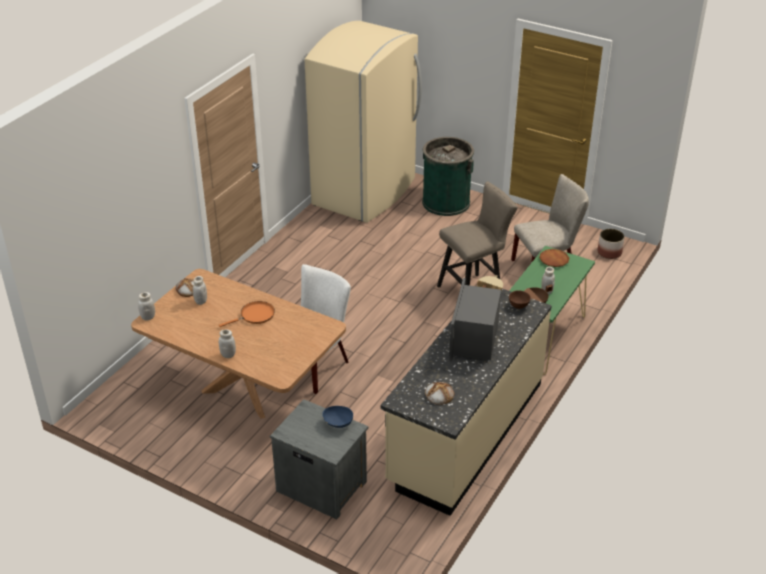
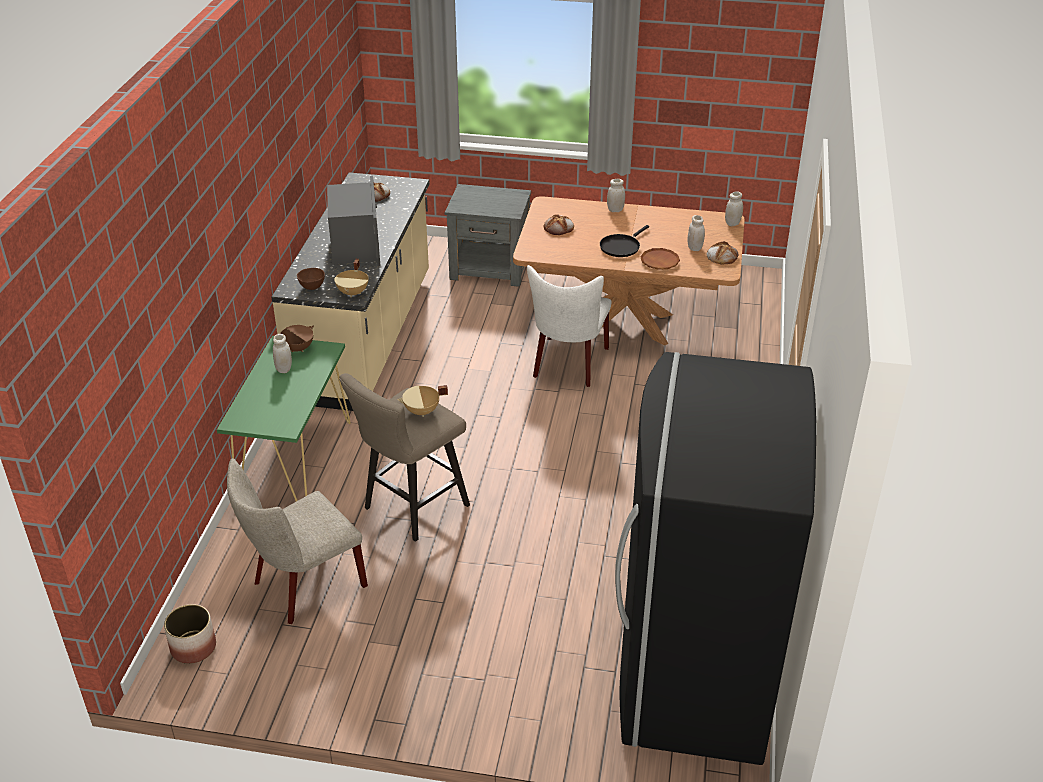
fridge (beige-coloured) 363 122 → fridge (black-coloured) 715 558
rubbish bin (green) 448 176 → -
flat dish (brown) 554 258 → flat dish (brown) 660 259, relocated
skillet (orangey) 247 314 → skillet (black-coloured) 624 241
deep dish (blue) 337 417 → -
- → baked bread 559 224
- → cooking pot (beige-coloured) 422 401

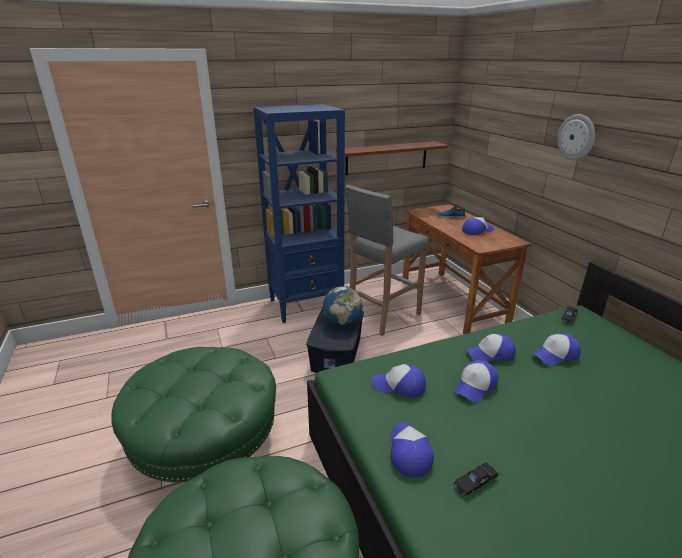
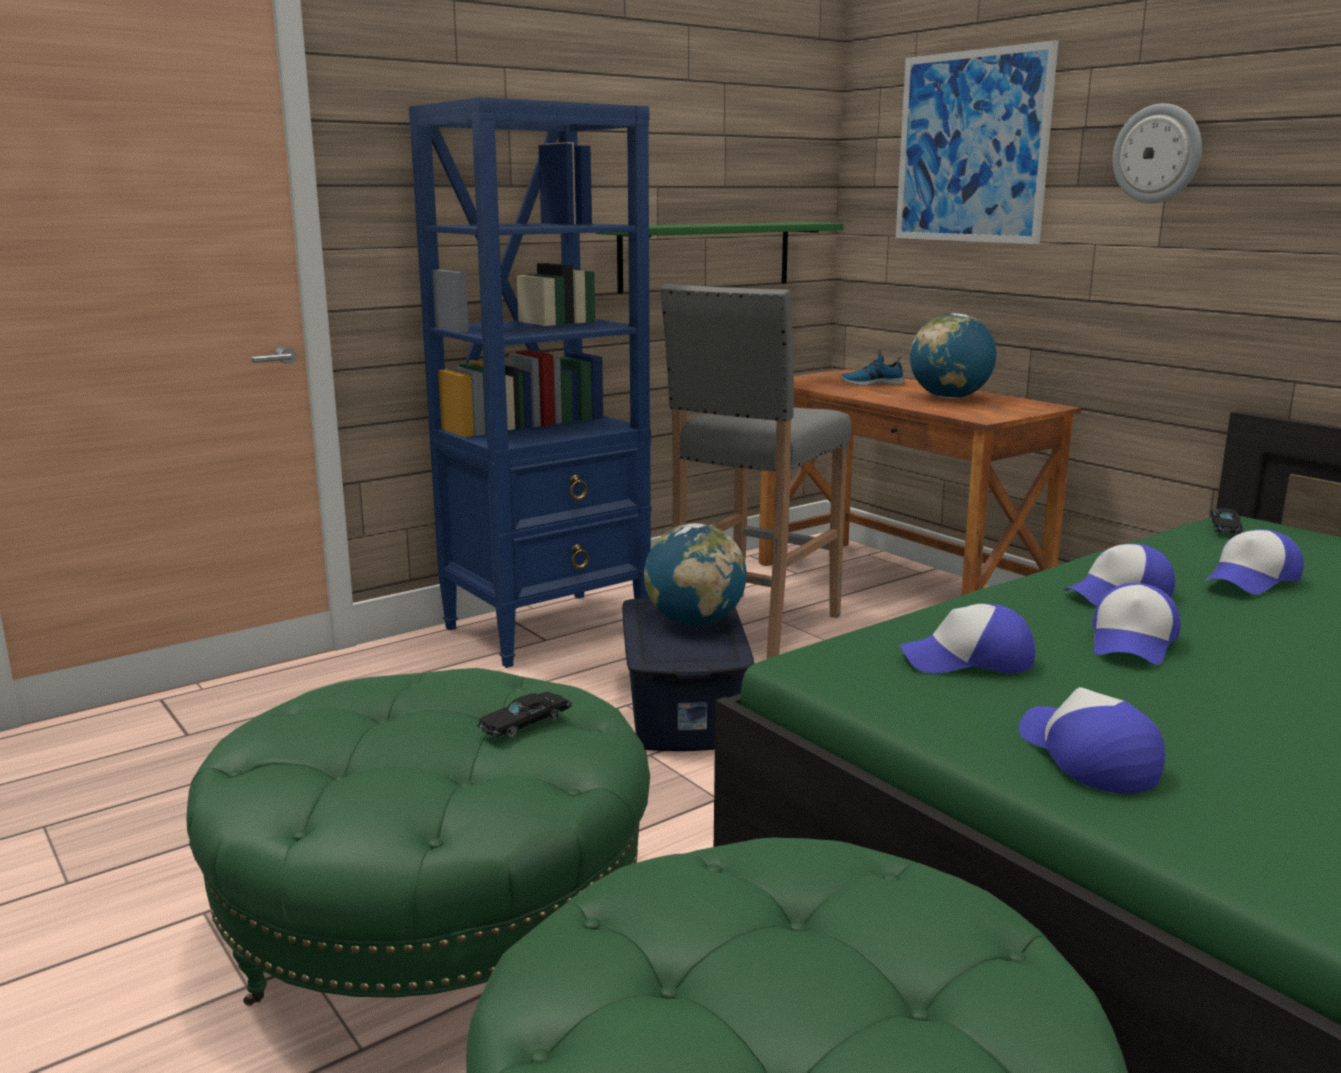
bracket shelf (brown) 392 158 → bracket shelf (green) 720 258
peaked cap 478 226 → world globe 953 356
model car (black-coloured) 476 479 → model car (black-coloured) 524 714, relocated
- → wall art 977 142

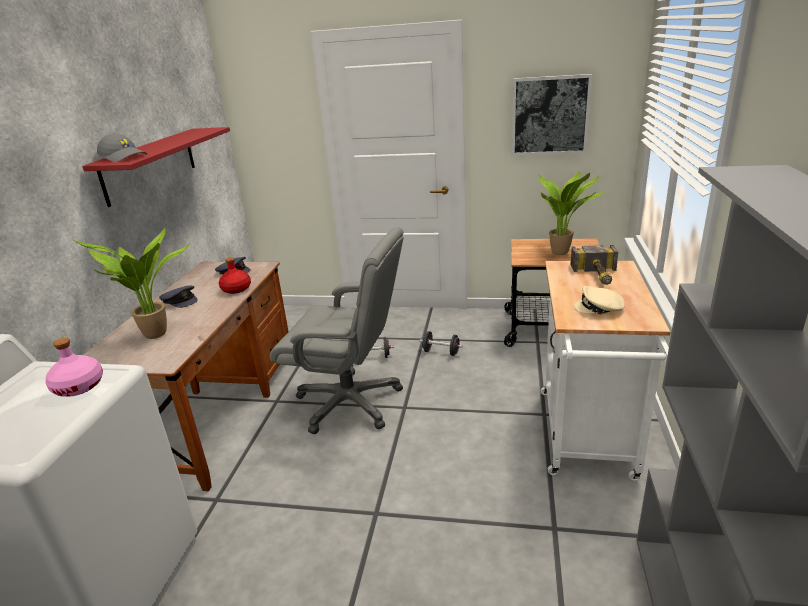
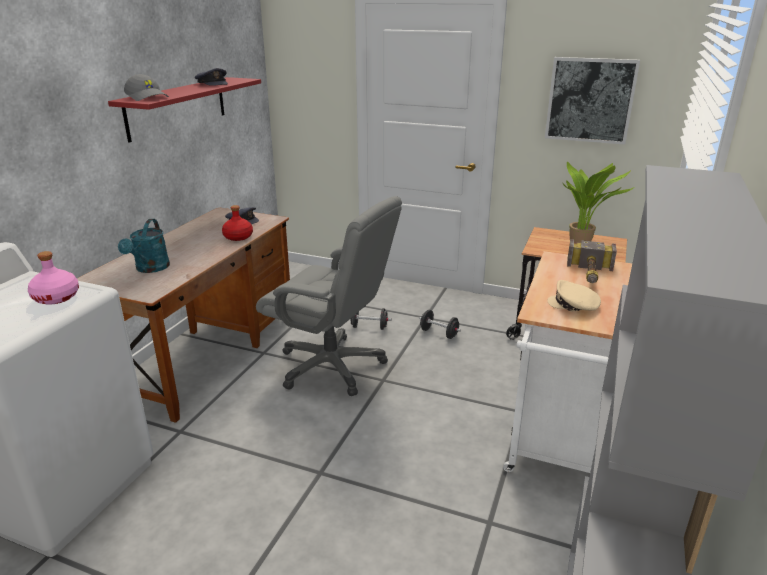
plant in a pot 130 283 → sprinkling can (blue-green) 144 246
peaked cap (gray) 178 297 → peaked cap (gray) 211 77, relocated

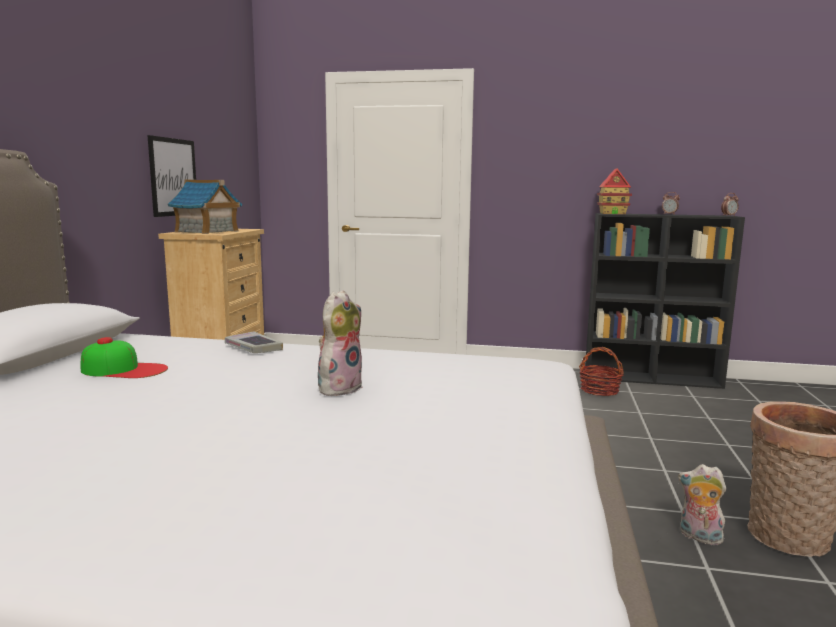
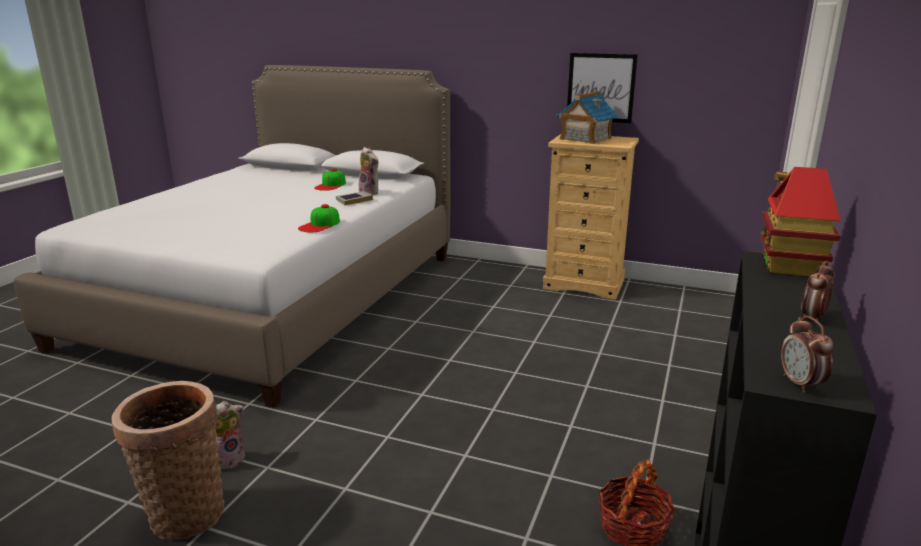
soft toy 340 343 → soft toy 369 171, relocated
- → peaked cap 319 218

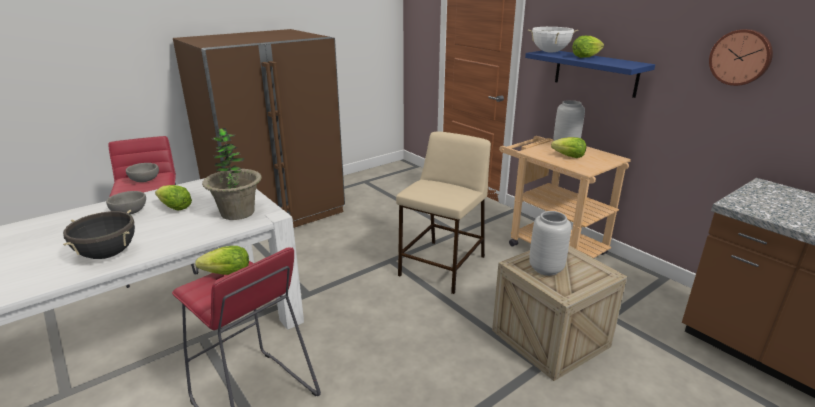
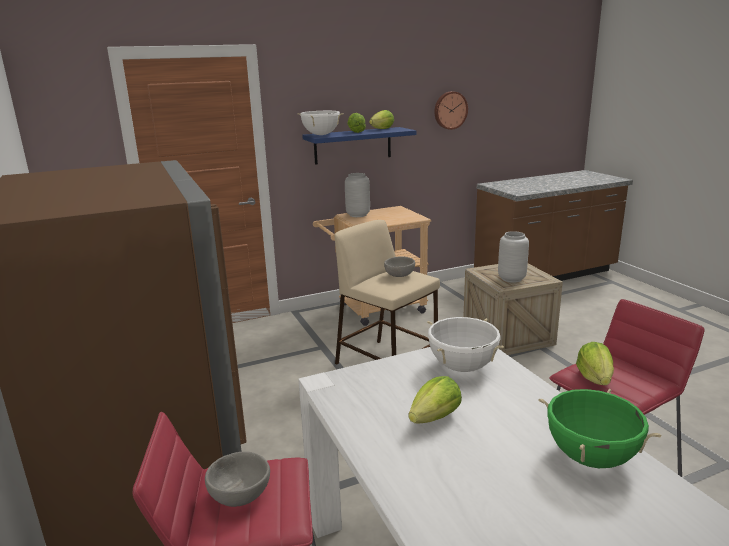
plant in a pot 232 174 → cooking pot (white-coloured) 465 344
lettuce 568 147 → lettuce 381 119, relocated
deep dish (gray) 126 203 → deep dish (gray) 399 267, relocated
cooking pot (black-coloured) 99 234 → cooking pot (green) 600 428

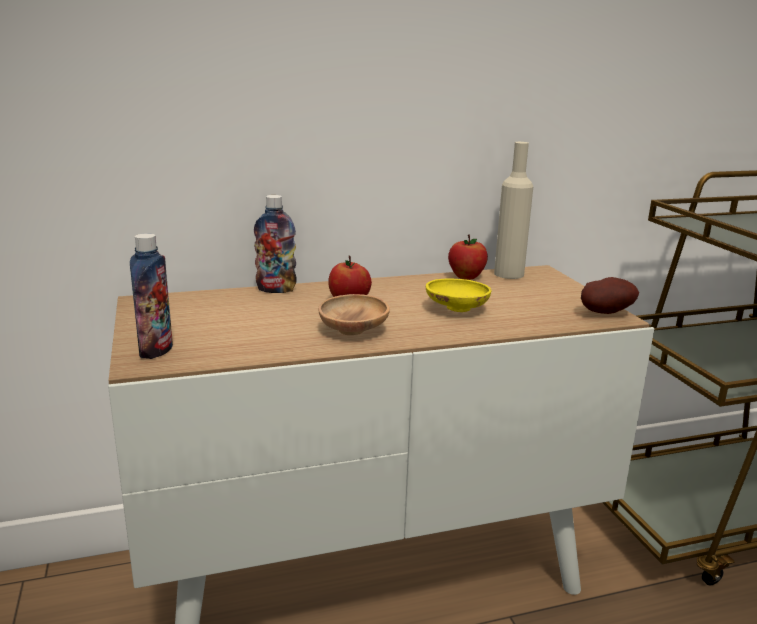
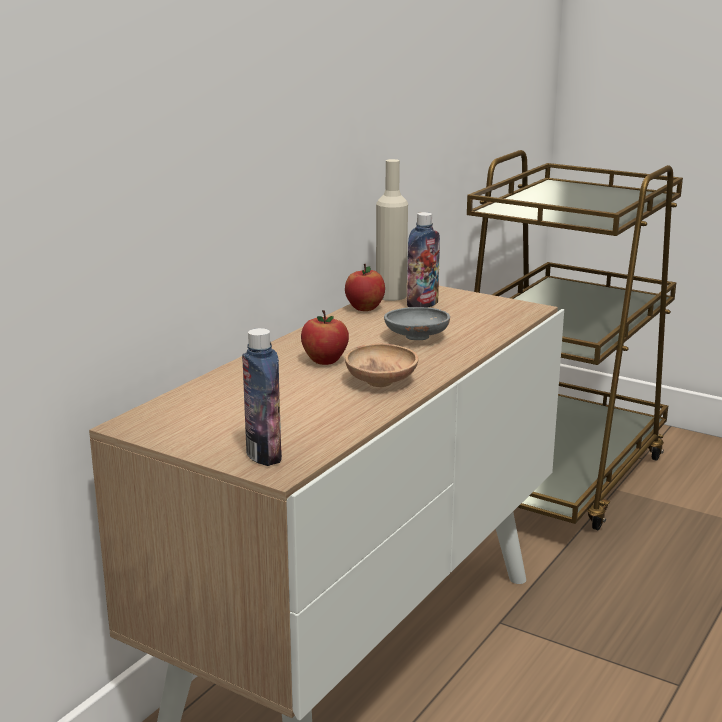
beverage bottle 275 244 → beverage bottle 423 260, relocated
whole potato 610 295 → -
deep dish (yellow-coloured) 458 295 → deep dish (gray) 417 323

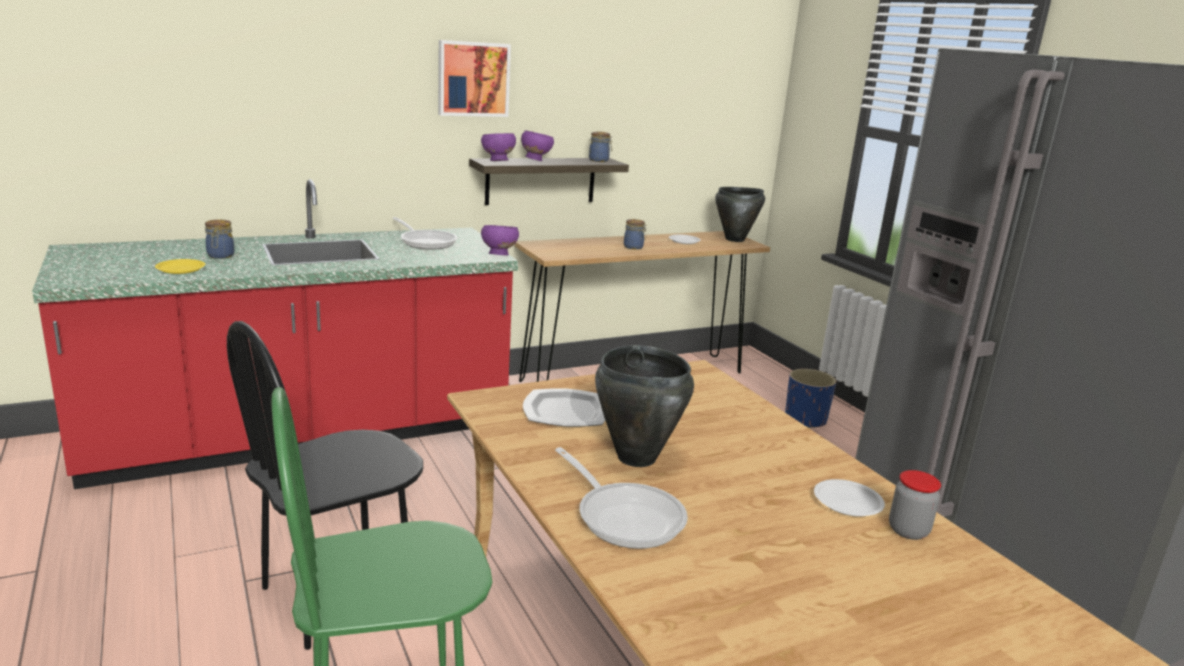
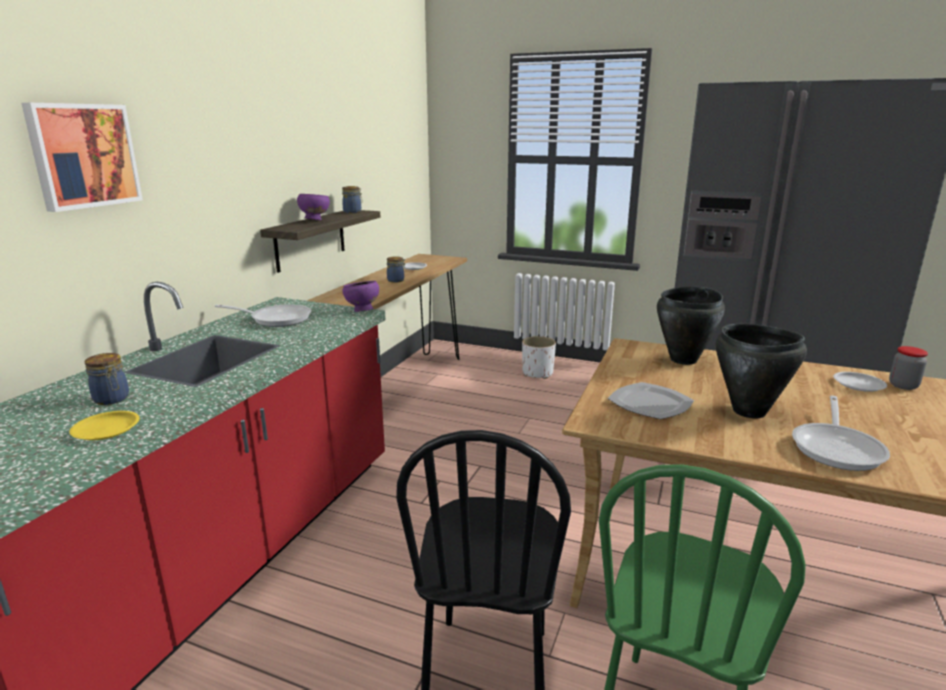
wall art 474 78 → wall art 82 157, relocated
deep dish (purple-coloured) 498 147 → -
cooking pot (black-coloured) 740 214 → cooking pot (black-coloured) 691 325, relocated
plant pot (blue) 810 398 → plant pot (white-coloured) 539 357
skillet 621 498 → skillet 841 433, 105 degrees clockwise

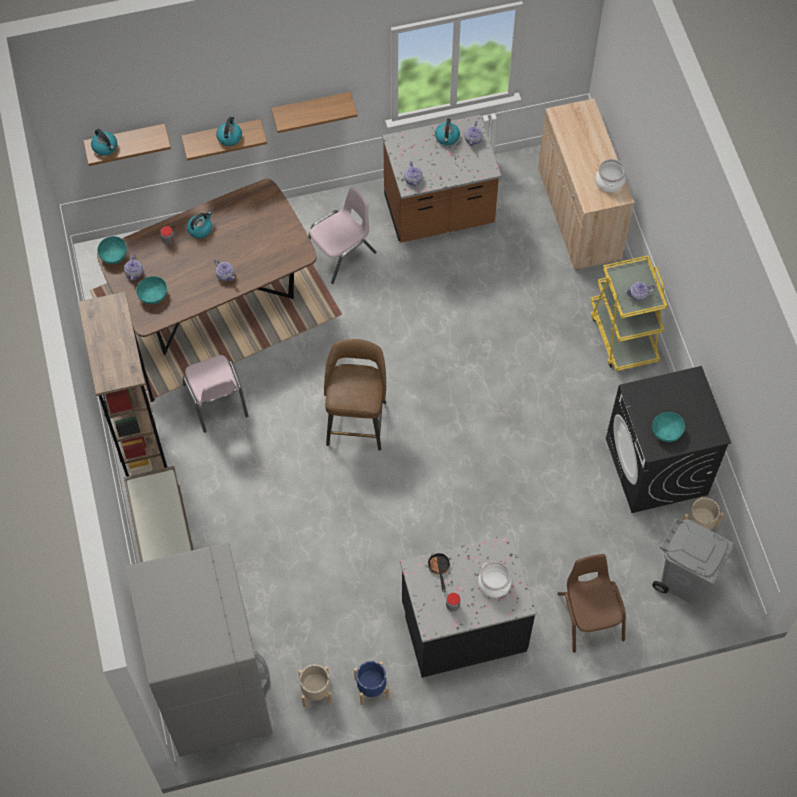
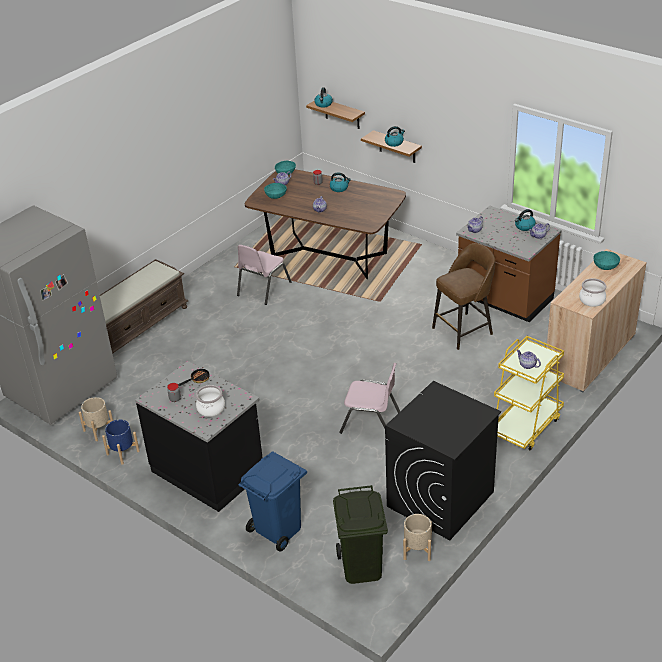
bracket shelf 314 112 → -
upright chair (pinkish) 342 235 → upright chair (pinkish) 369 398, relocated
bookcase (brown) 122 384 → -
stool (brown) 355 395 → stool (brown) 463 296, relocated
deep dish (blue-green) 668 427 → deep dish (blue-green) 606 260, relocated
rubbish bin (gray) 693 560 → rubbish bin (green) 360 534
upright chair (brown) 591 603 → rubbish bin (blue) 273 501

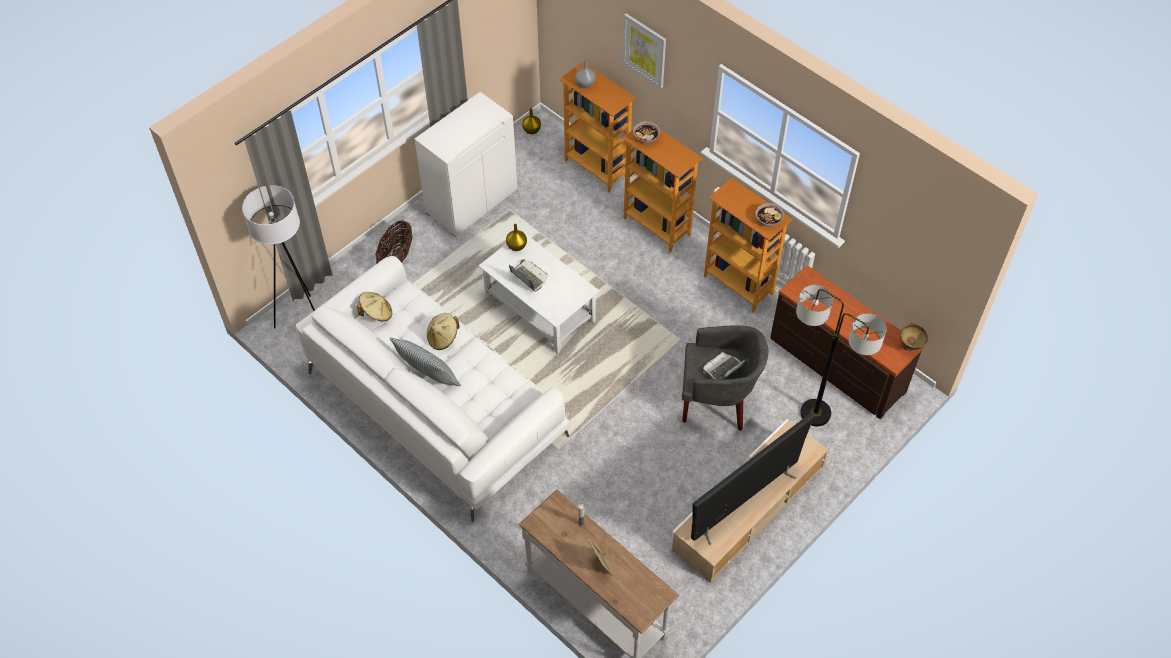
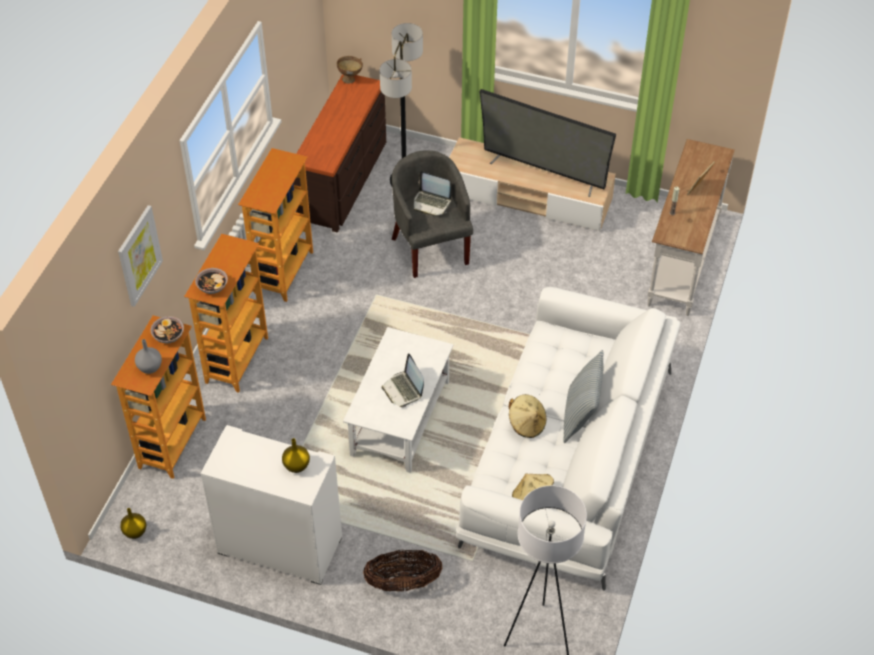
deep dish 769 215 → deep dish 167 330, relocated
vase (yellow-coloured) 516 237 → vase (yellow-coloured) 296 455, relocated
notebook computer 528 276 → notebook computer 403 380, 45 degrees counterclockwise

